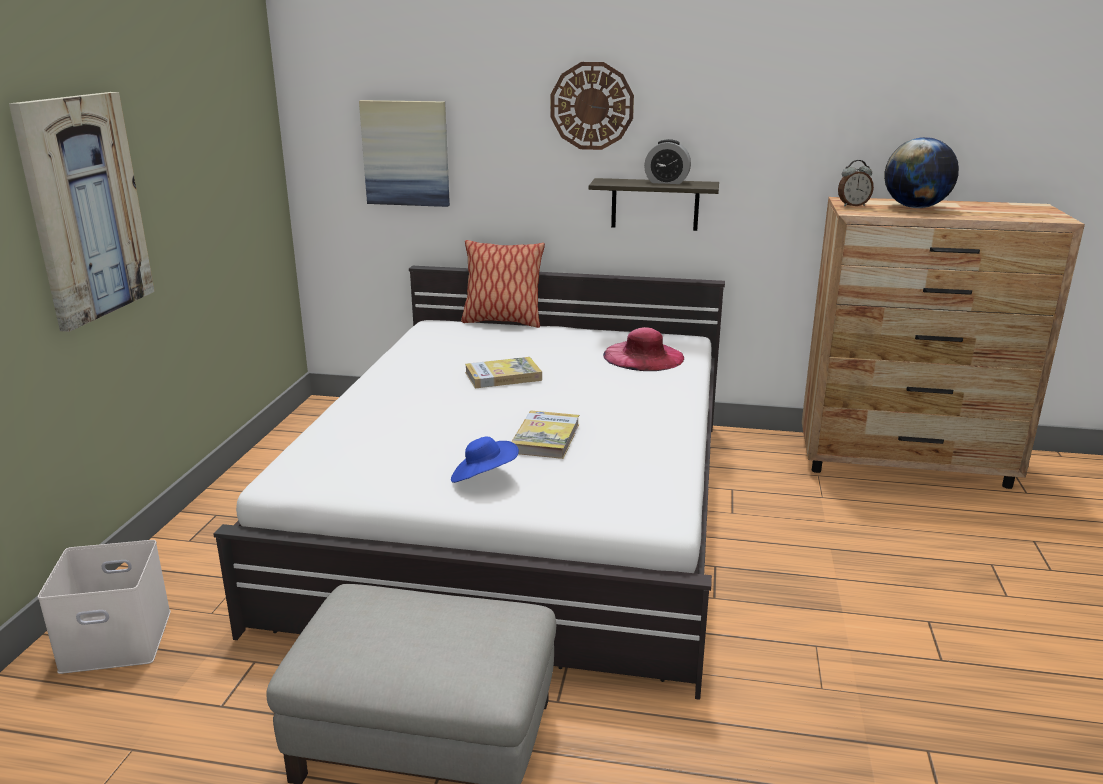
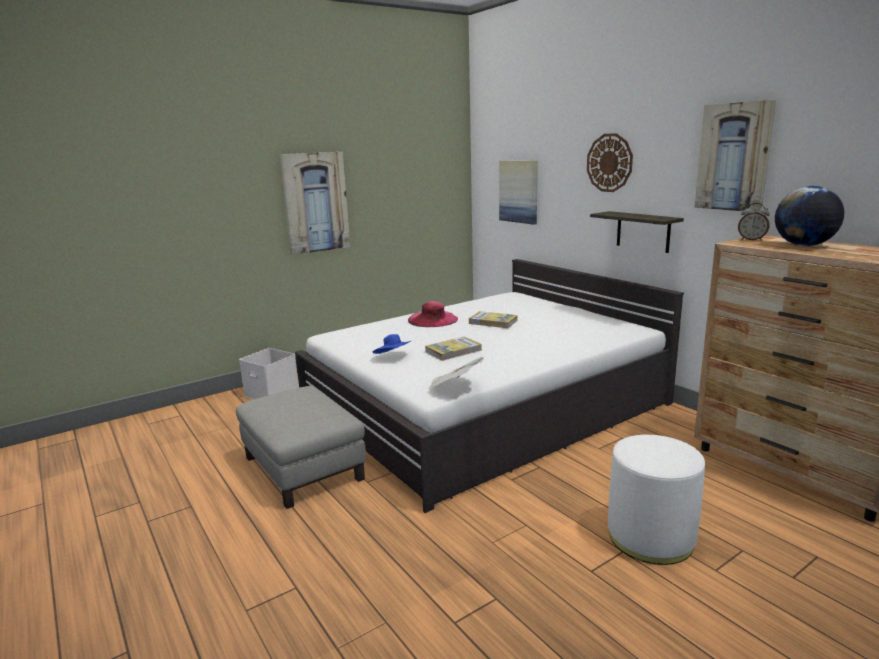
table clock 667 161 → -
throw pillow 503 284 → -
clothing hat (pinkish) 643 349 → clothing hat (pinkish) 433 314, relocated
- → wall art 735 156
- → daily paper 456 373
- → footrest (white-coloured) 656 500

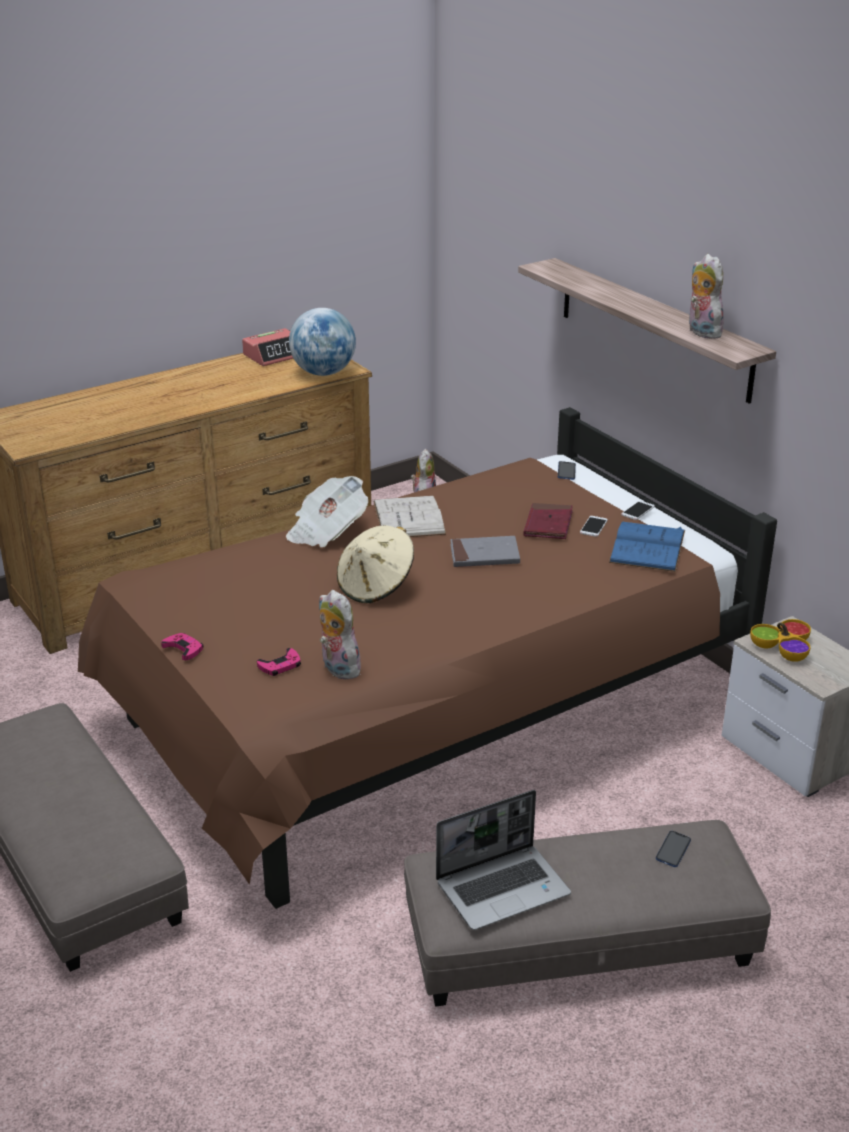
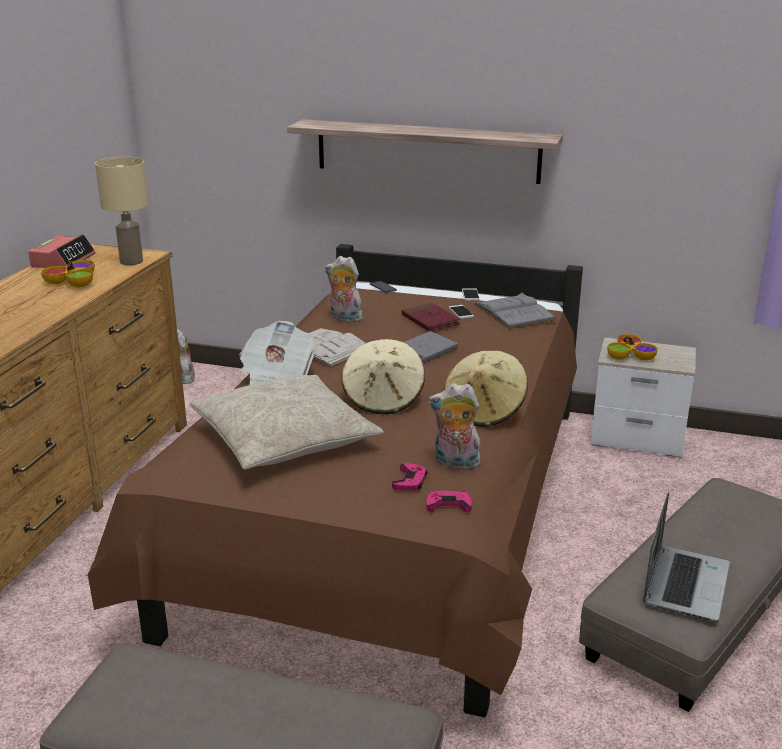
soft toy 706 296 → soft toy 344 289, relocated
world globe 322 342 → lamp for a table (beige-coloured) 121 211
book (blue) 647 547 → book (gray) 515 310
game controller (pinkish) 182 646 → game controller (pinkish) 449 502, relocated
phone 673 849 → -
- → deep dish 68 273
- → clothing hat (beige-coloured) 486 388
- → throw pillow (beige-coloured) 286 422

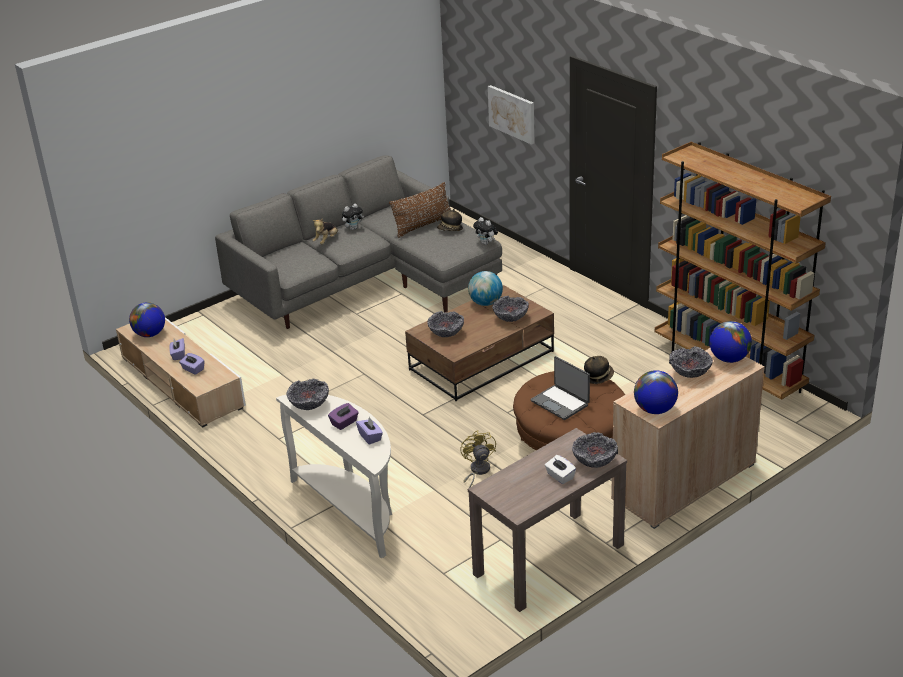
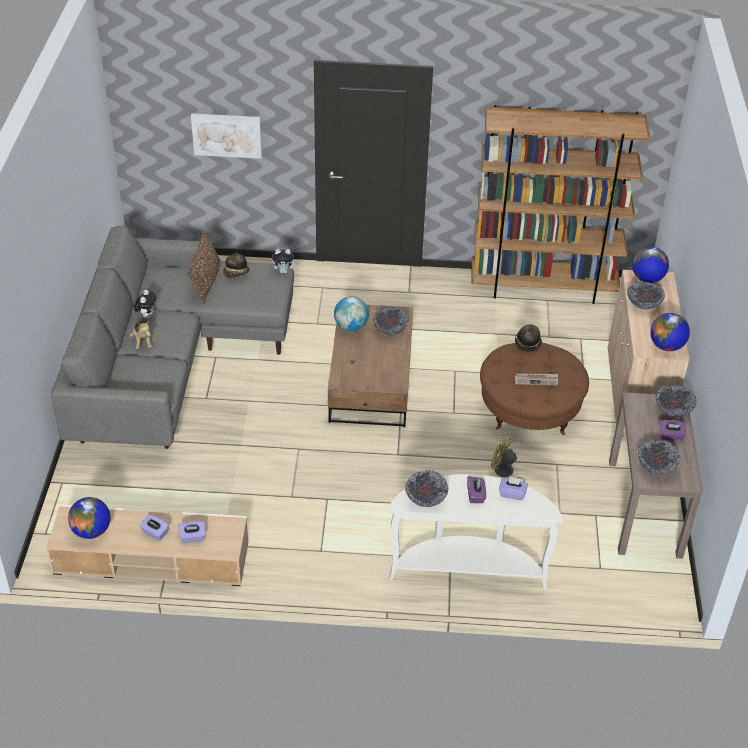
deep dish 446 324 → deep dish 659 457, relocated
notebook computer 560 388 → daily paper 536 379
box of tissues (white-coloured) 560 469 → box of tissues (purple-coloured) 673 430

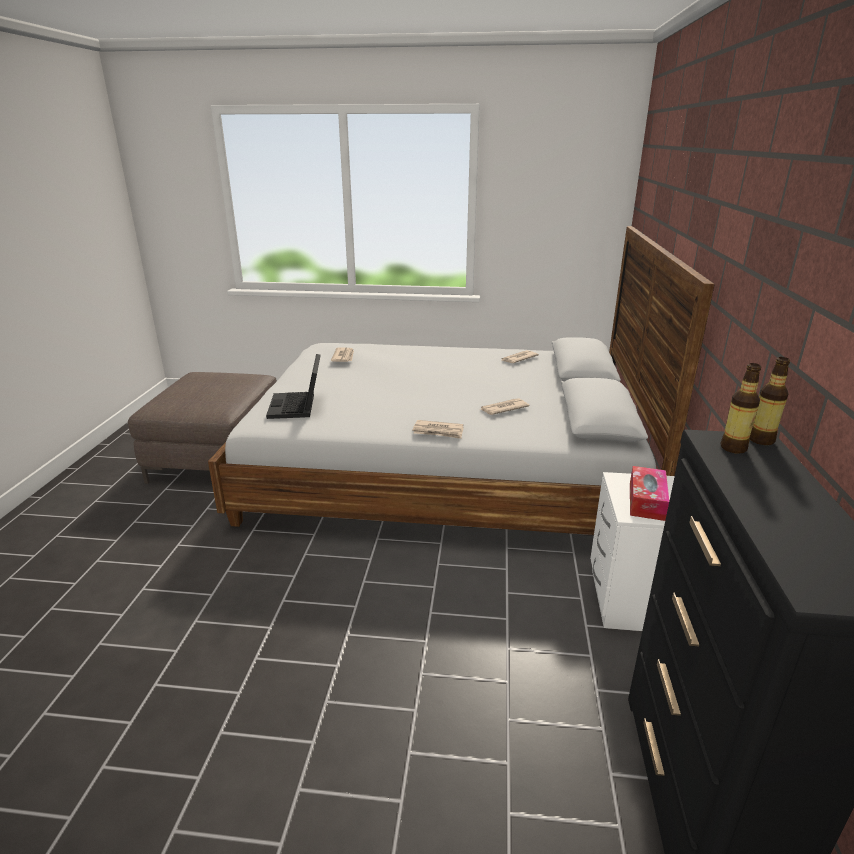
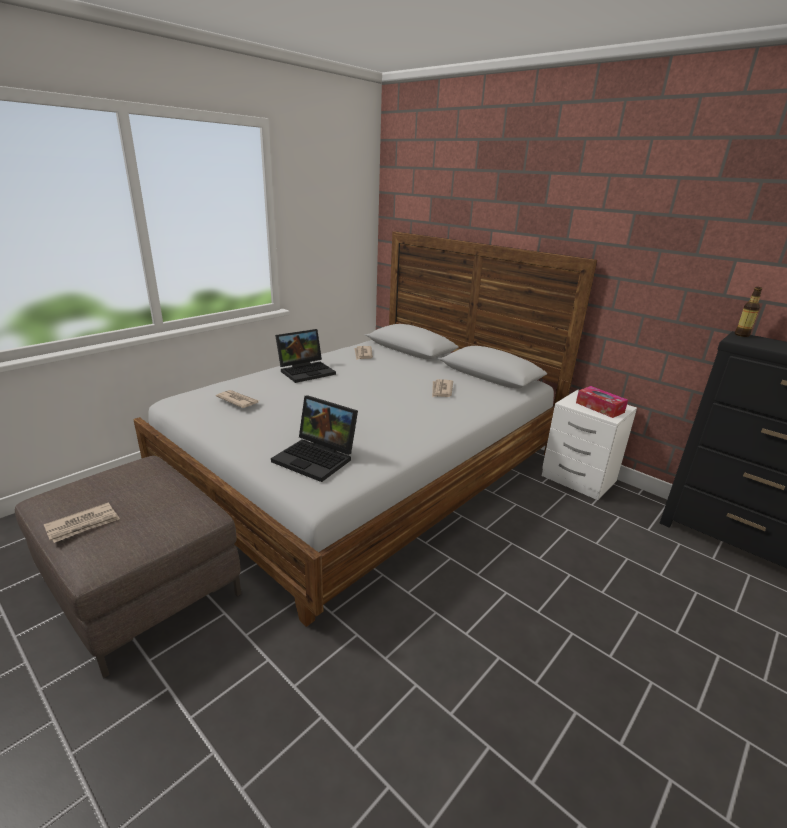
beverage bottle 740 408 → -
daily paper 437 429 → daily paper 82 522, relocated
- → notebook computer 305 356

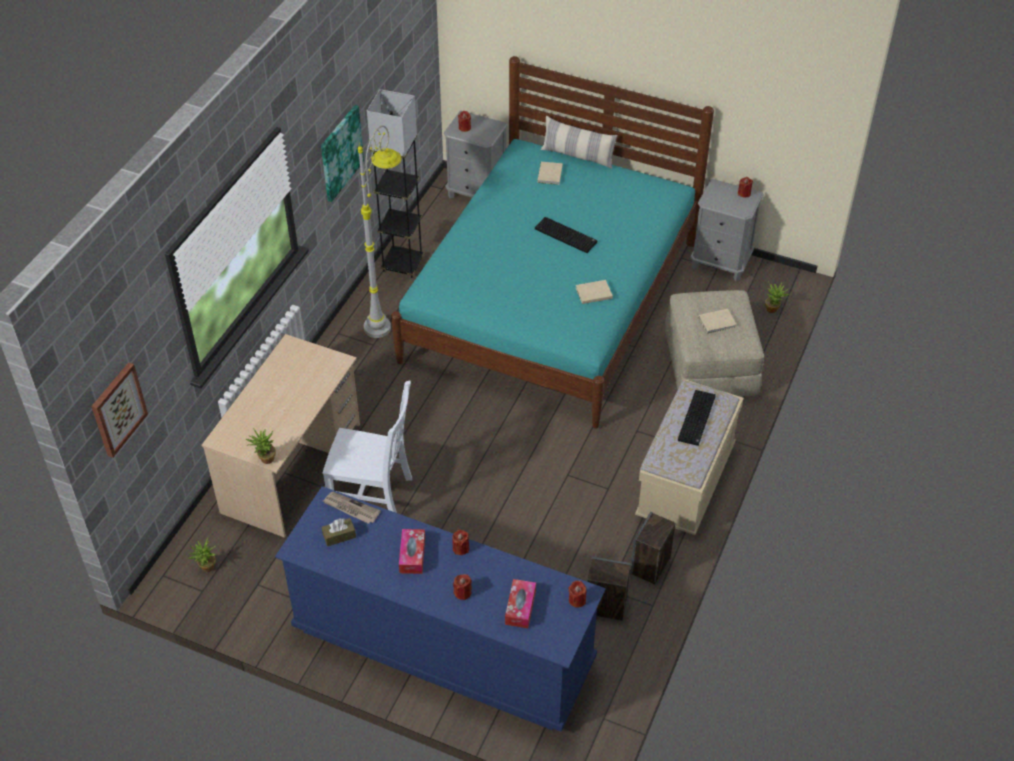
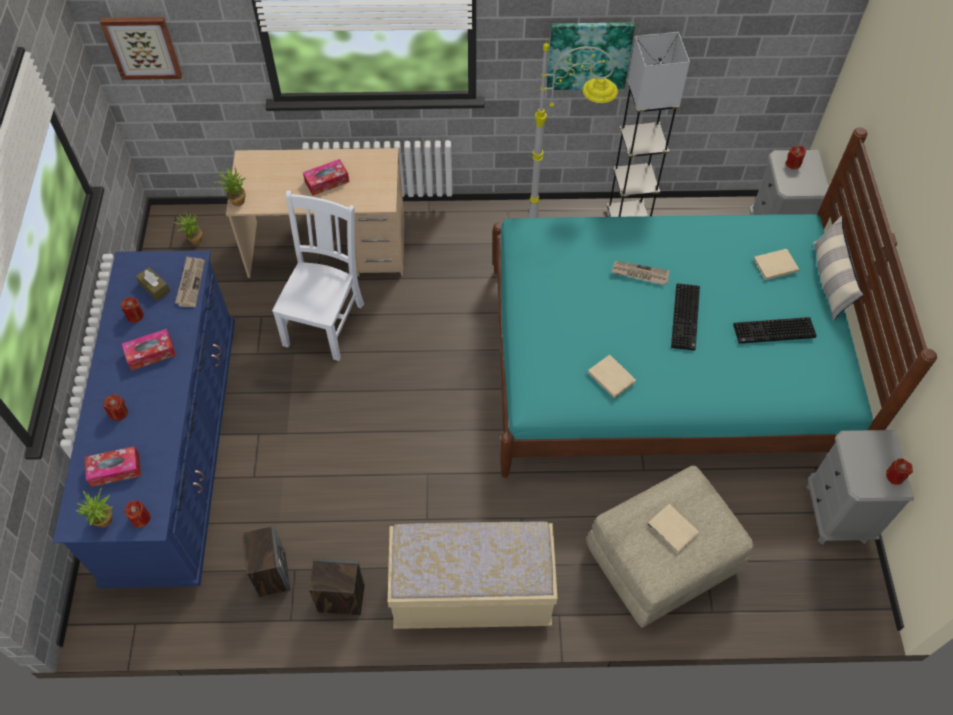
plant in a pot 777 297 → plant in a pot 94 507, relocated
upright chair (white-coloured) 367 446 → upright chair (white-coloured) 318 276, 150 degrees counterclockwise
PC keyboard 697 418 → PC keyboard 775 330, relocated
wax candle (red-coloured) 460 542 → wax candle (red-coloured) 132 310, relocated
- → box of tissues 326 177
- → daily paper 640 273

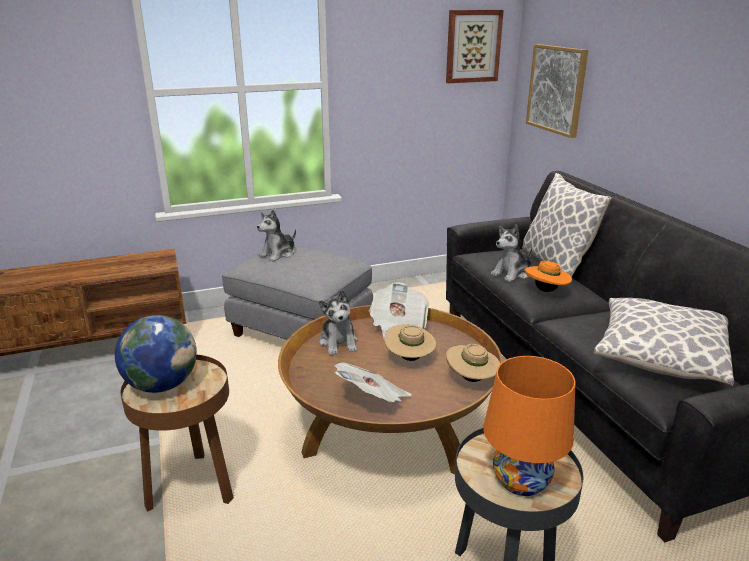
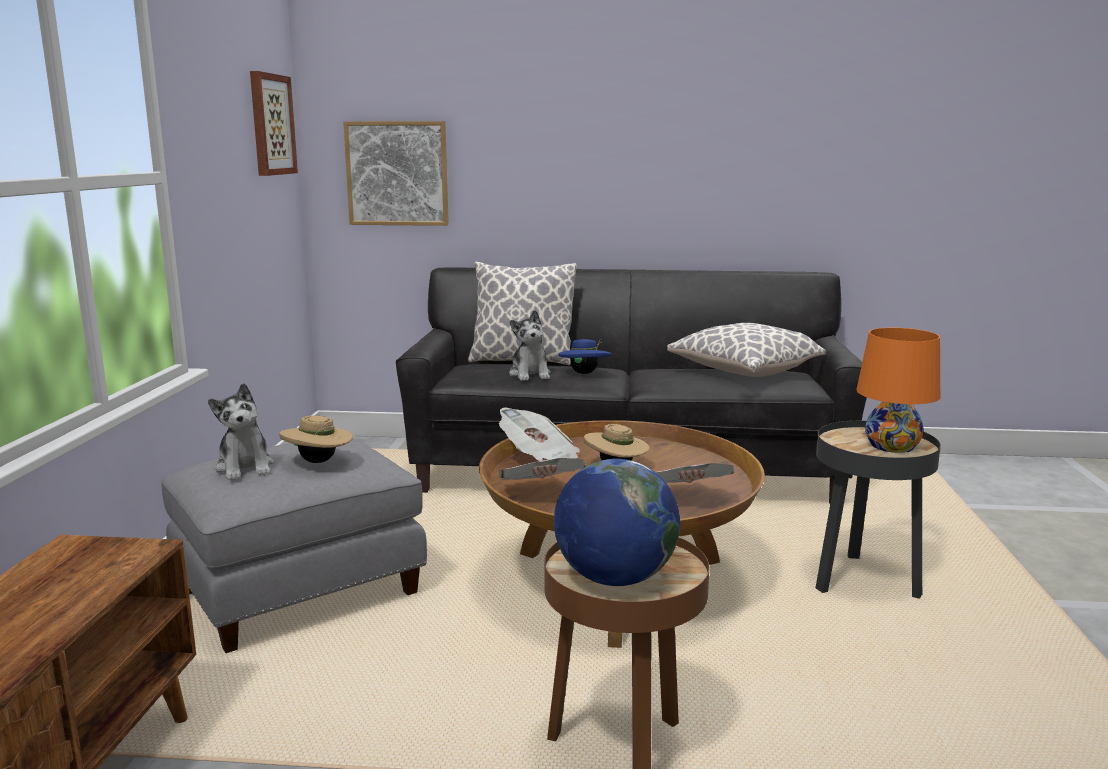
clothing hat (orangey) 548 276 → clothing hat (blue) 585 356
soft toy 338 322 → daily paper 542 469
clothing hat (beige-coloured) 473 363 → clothing hat (beige-coloured) 316 439, relocated

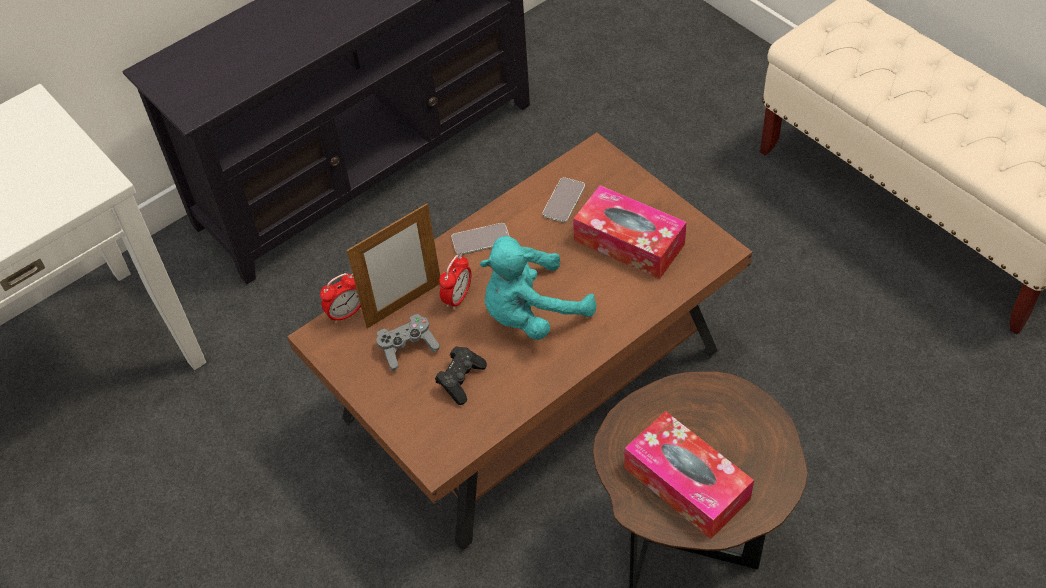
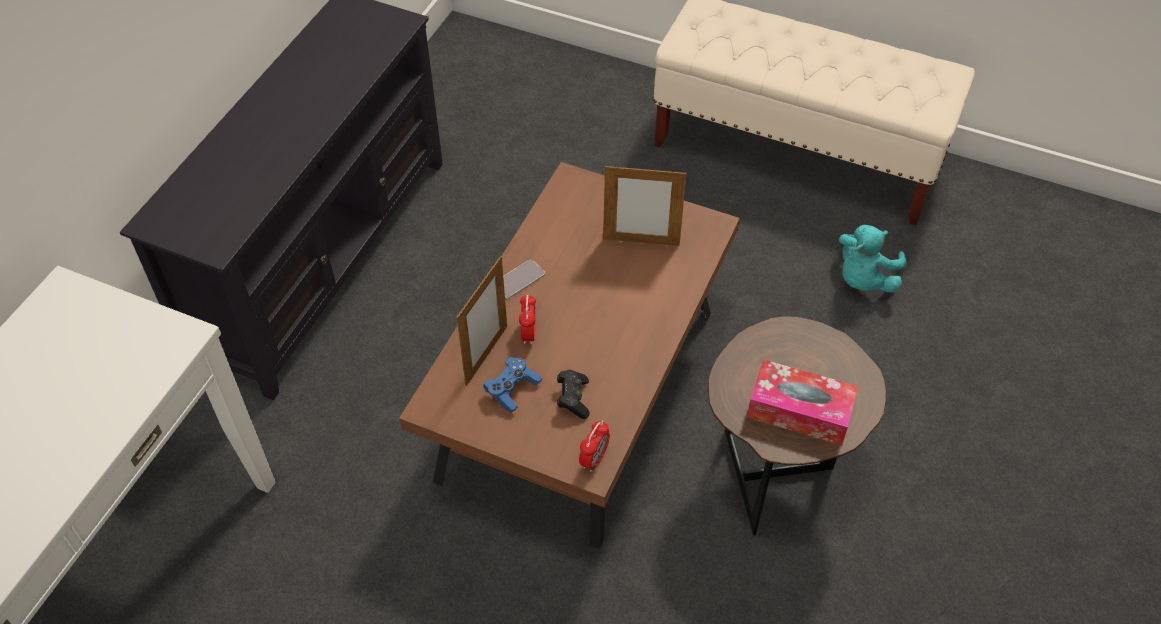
phone 563 200 → -
box of tissues 630 232 → picture frame 645 205
soft toy (blue-green) 538 288 → soft toy (blue-green) 873 259, relocated
table clock 340 298 → table clock 594 446, relocated
game controller (gray) 408 342 → game controller (blue) 512 385

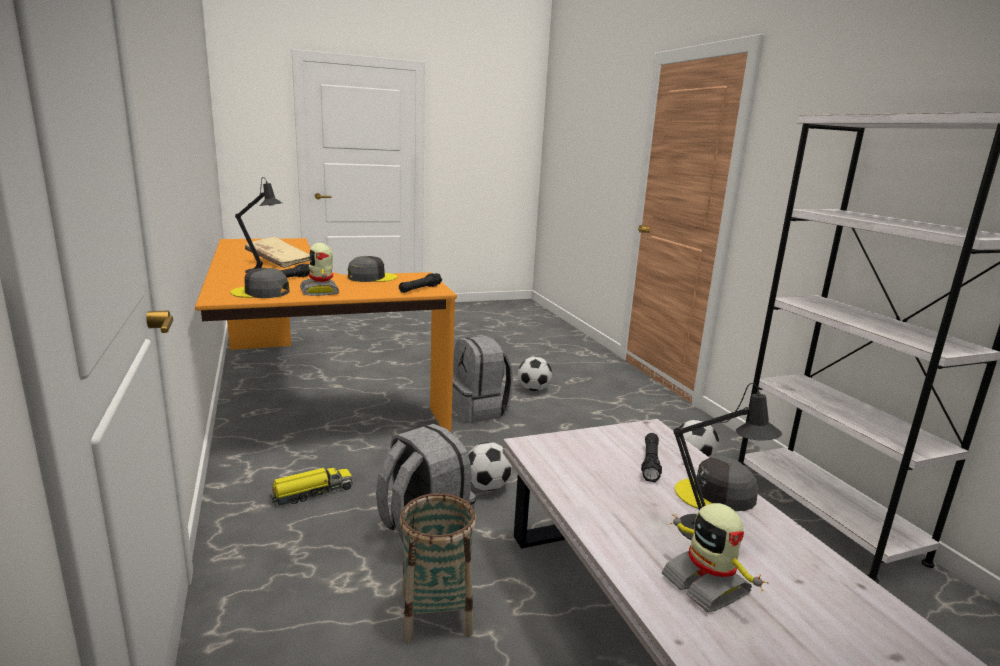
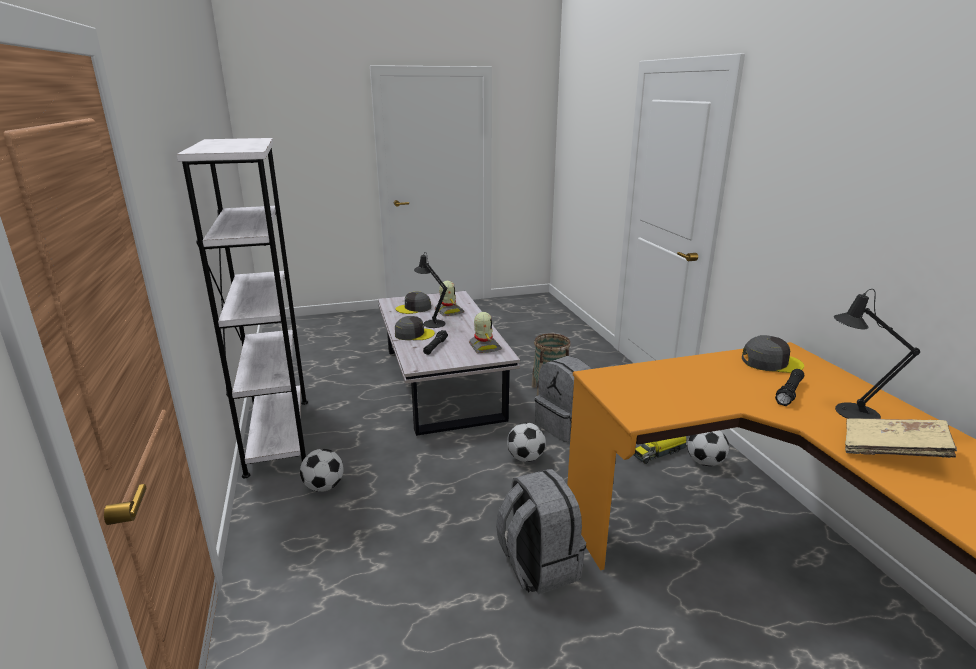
robot figure 319 269 → robot figure 485 332, relocated
peaked cap (gray) 372 269 → peaked cap (gray) 413 302, relocated
flashlight (black-coloured) 420 283 → -
football ball 535 374 → football ball 708 448, relocated

